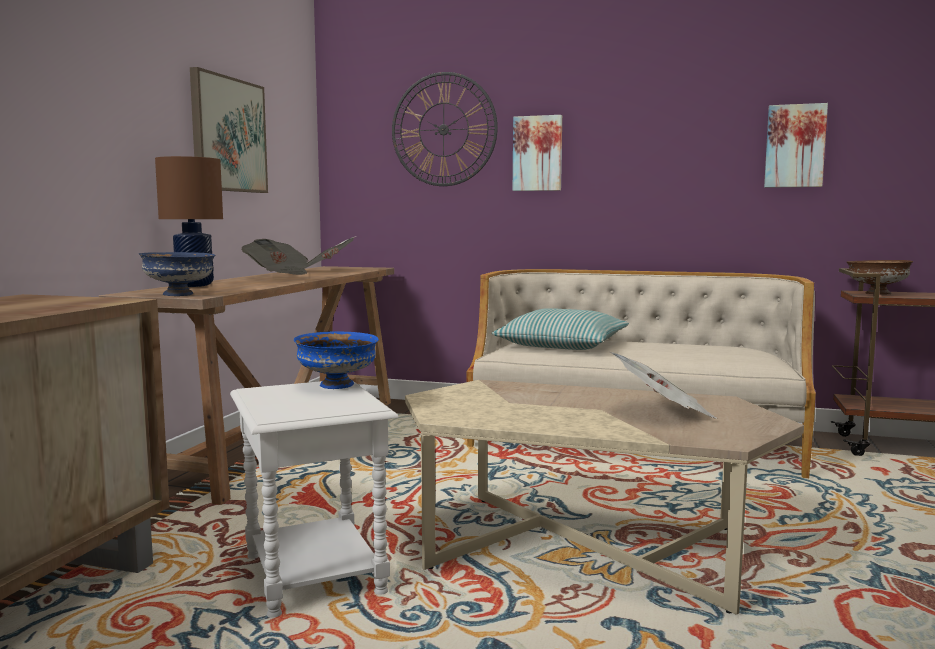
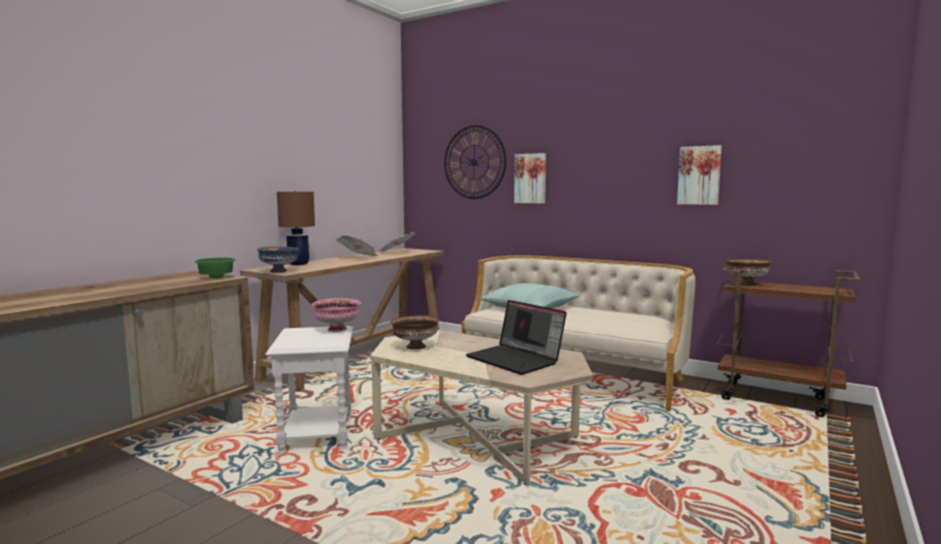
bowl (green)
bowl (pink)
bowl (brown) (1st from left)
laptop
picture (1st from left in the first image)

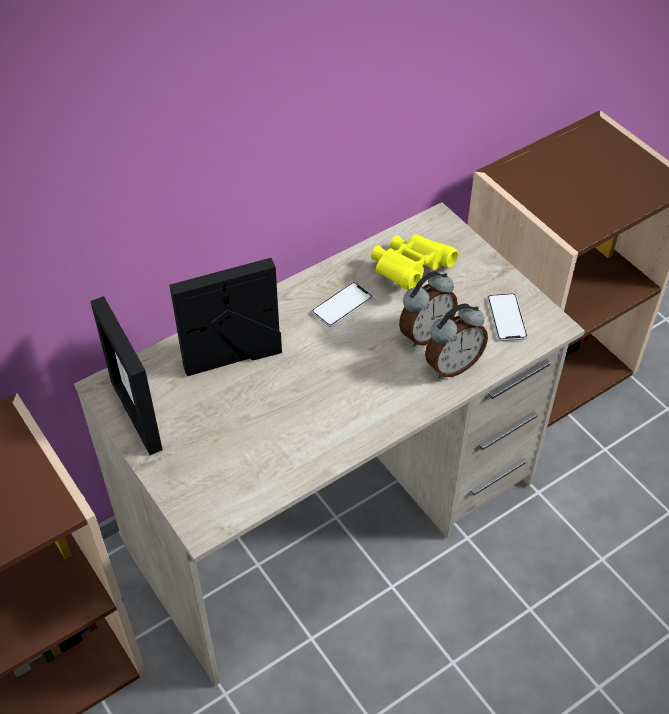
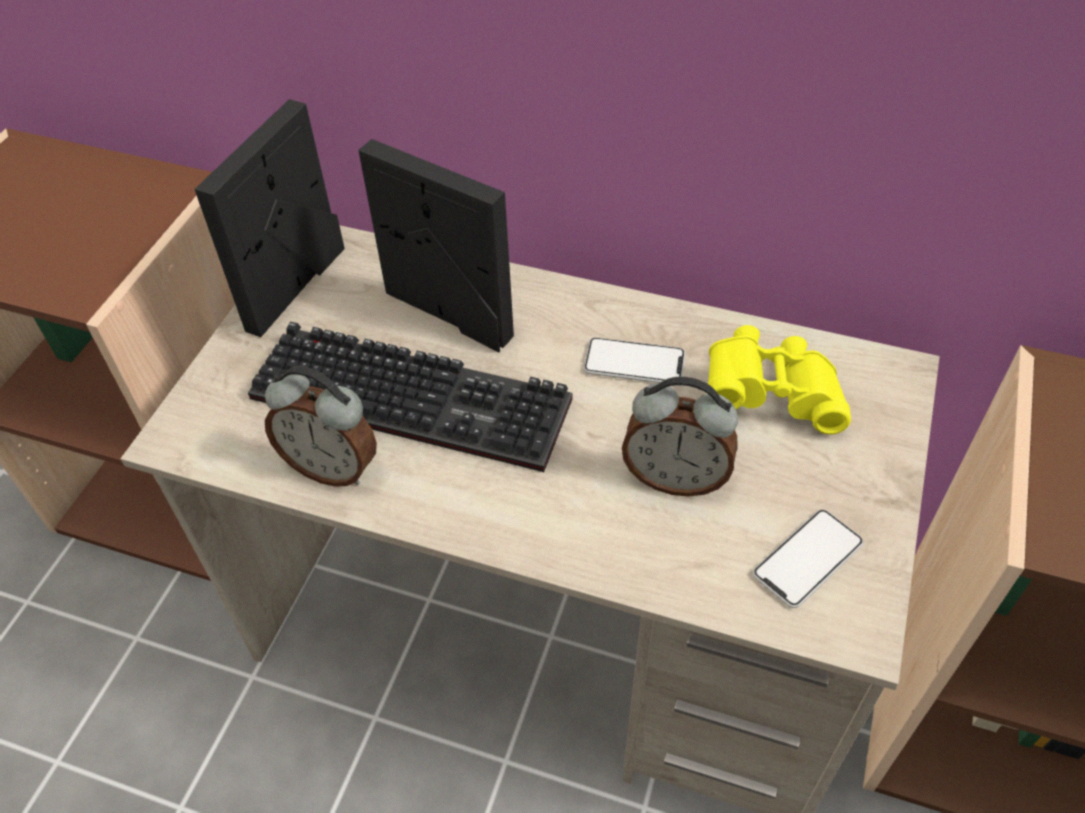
keyboard
alarm clock (1st from left)

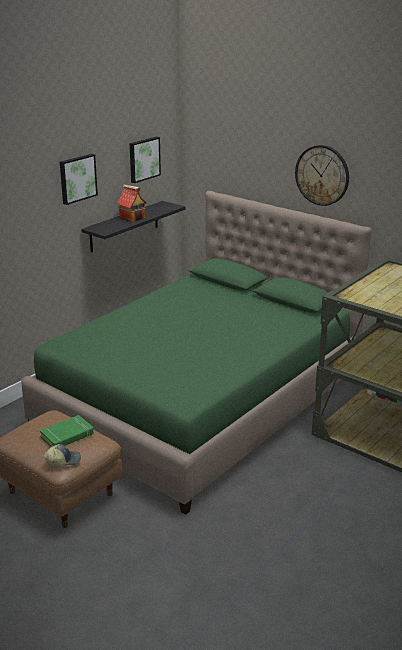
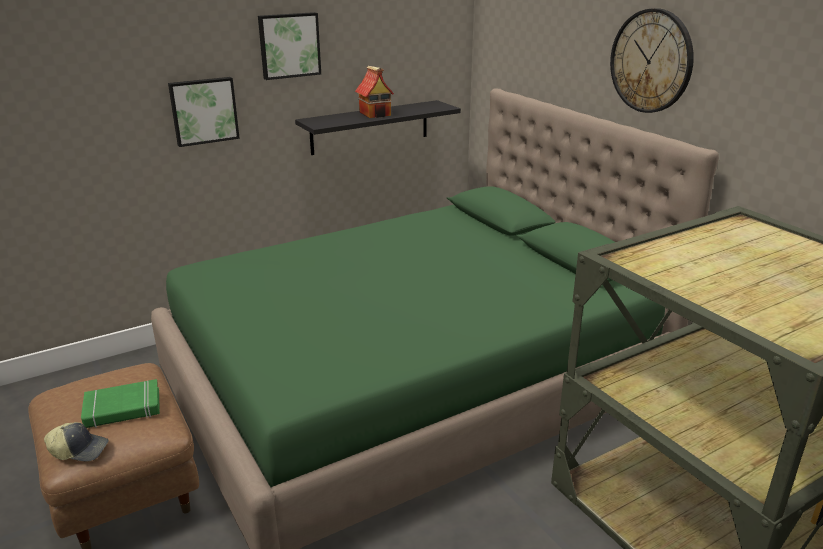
picture (1st from left)

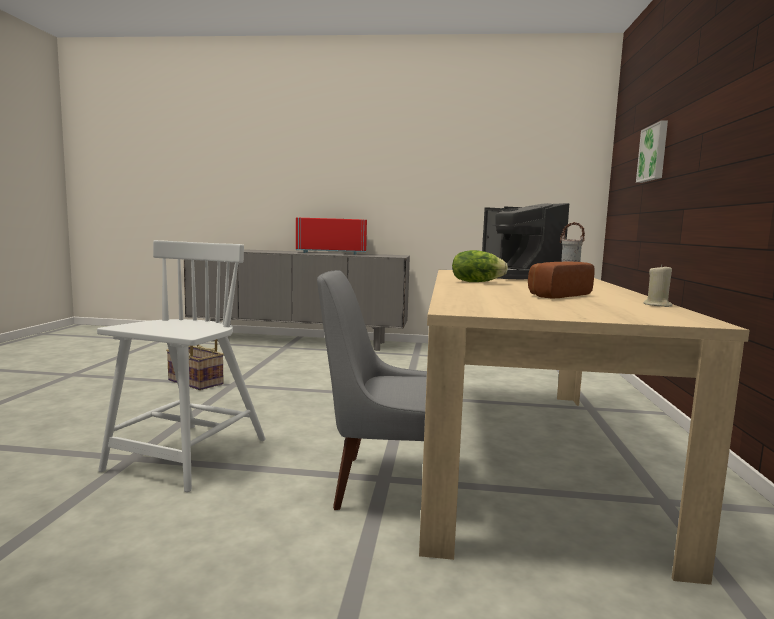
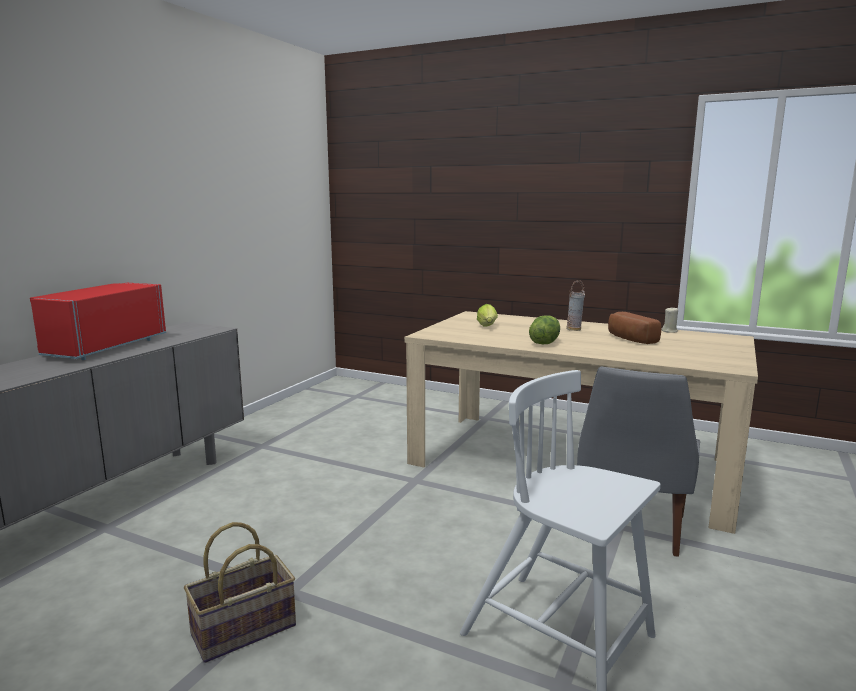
lettuce (1st from left)
picture

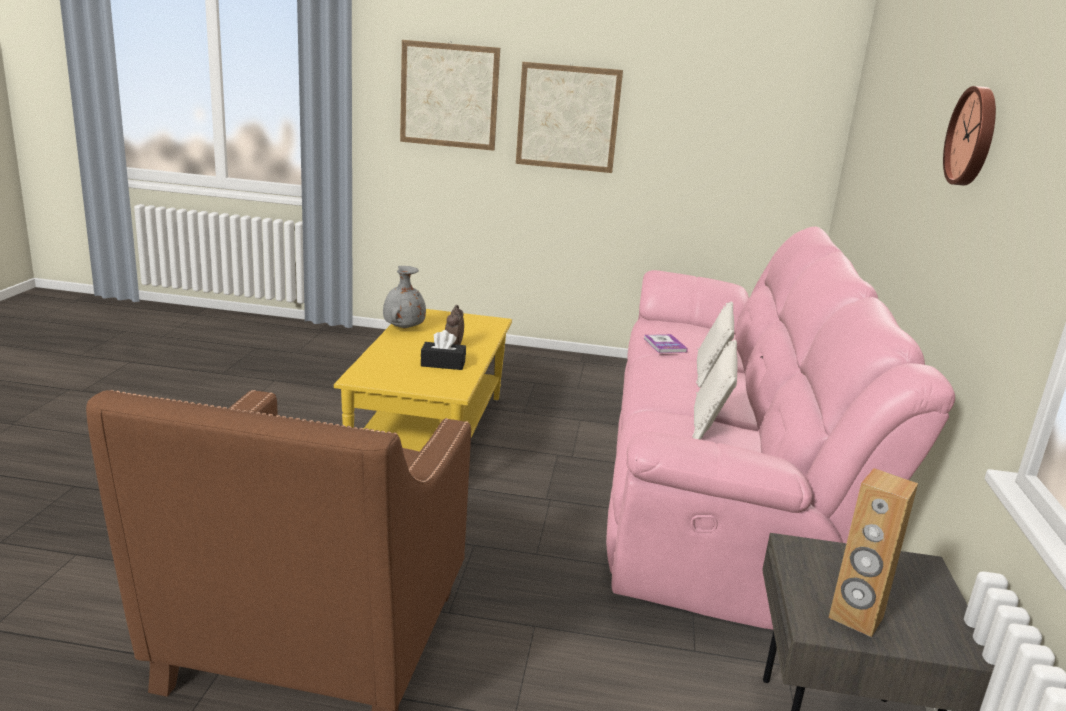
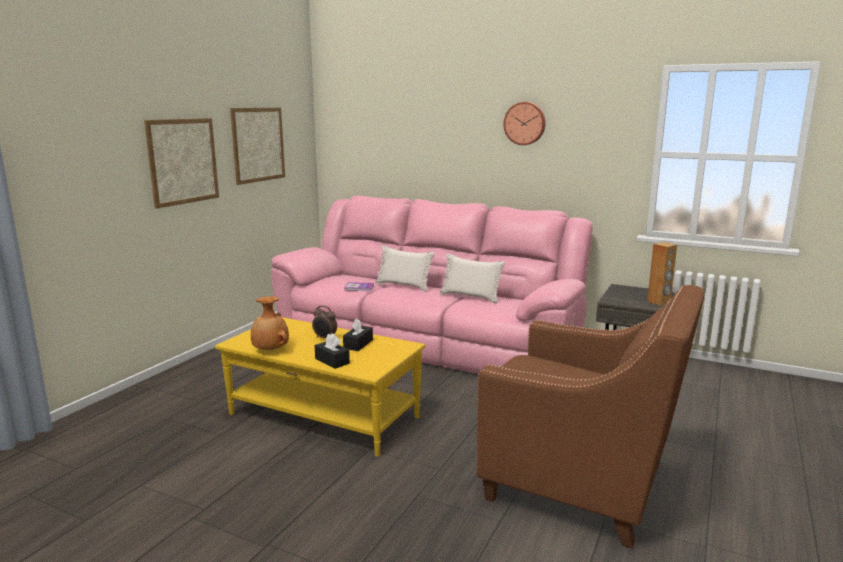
picture (2nd from left)
vase (brown)
tissue box (black) (1st from left)

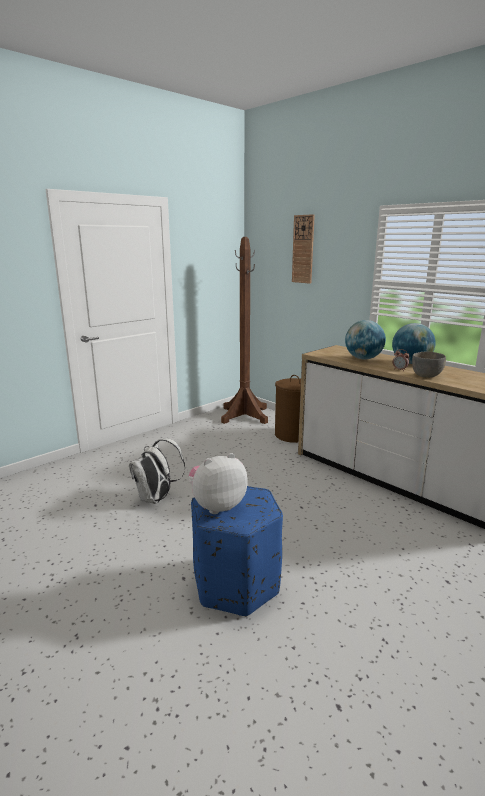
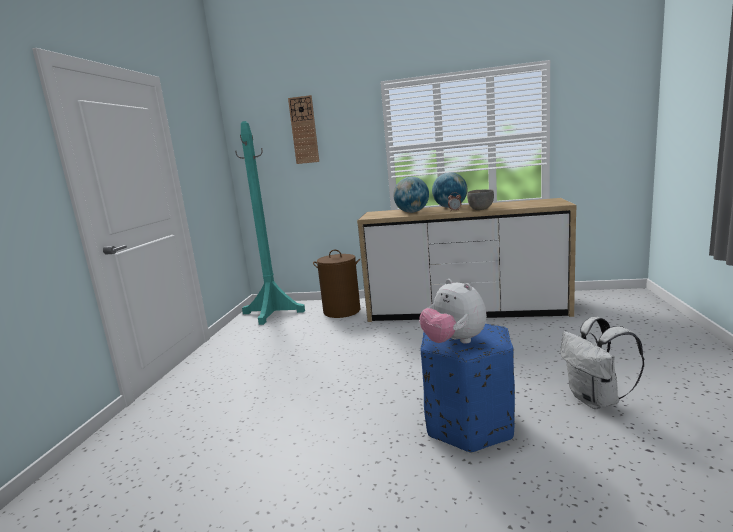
clothes rack (turquoise)
plush toy
backpack (white)

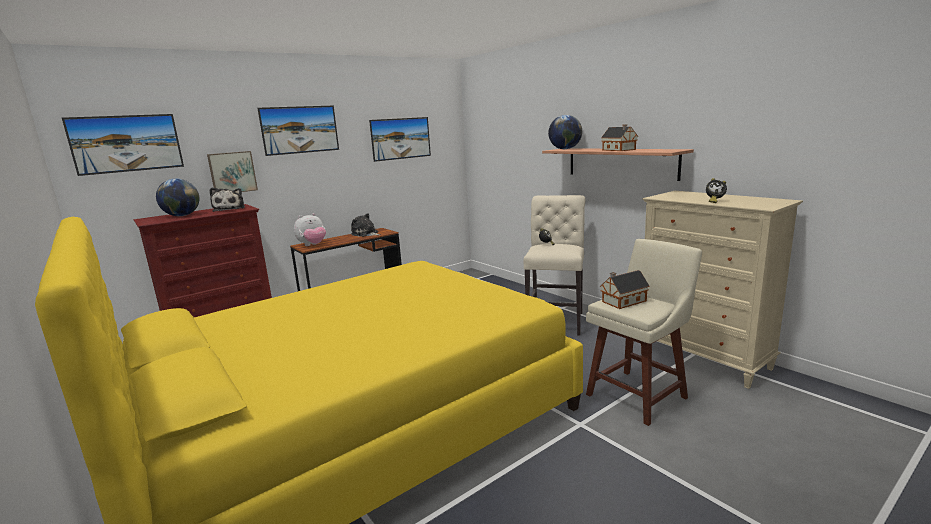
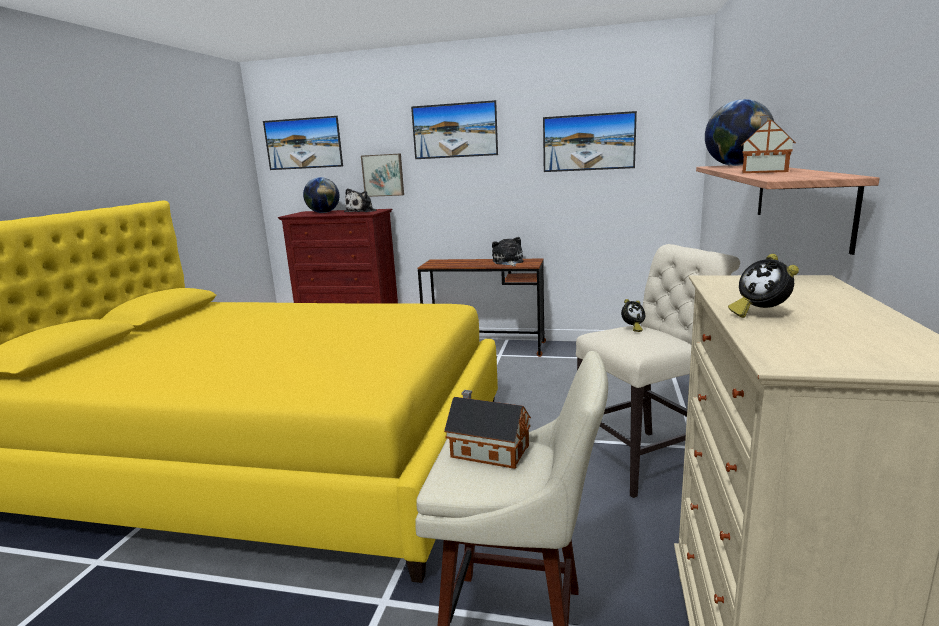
plush toy (2nd from left in the first image)

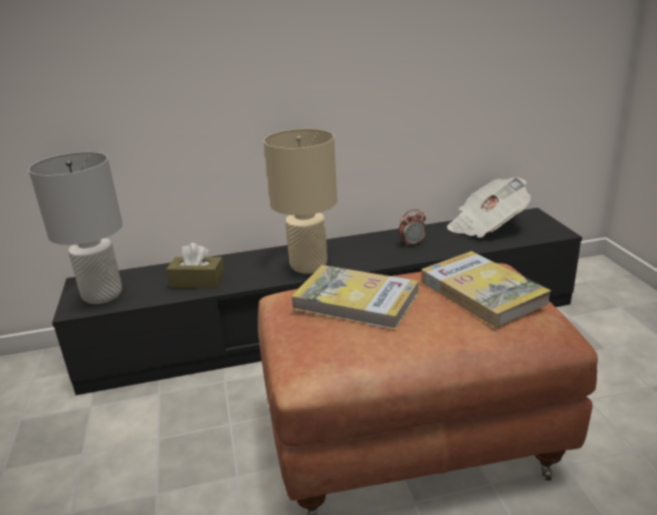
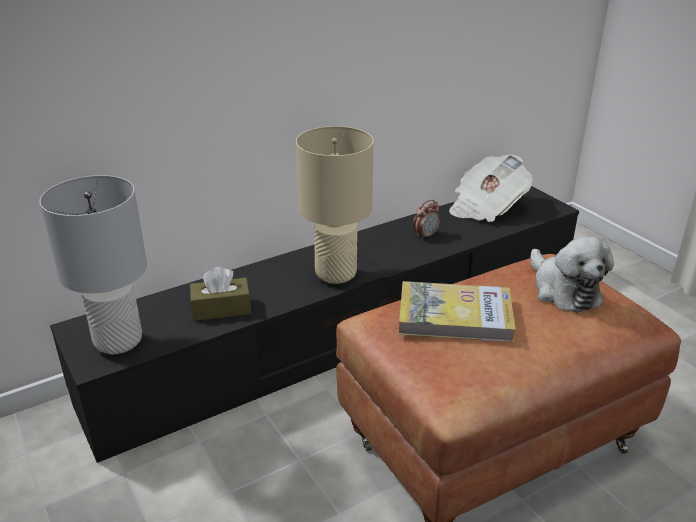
plush toy

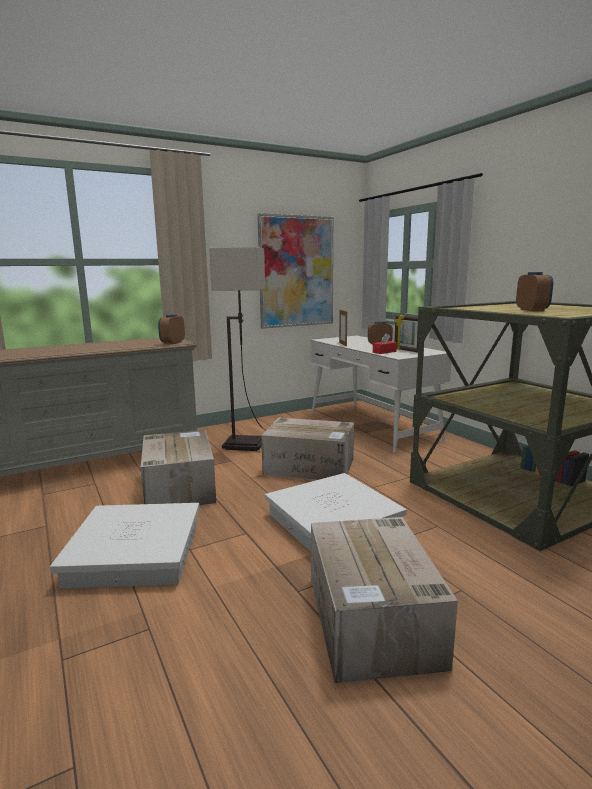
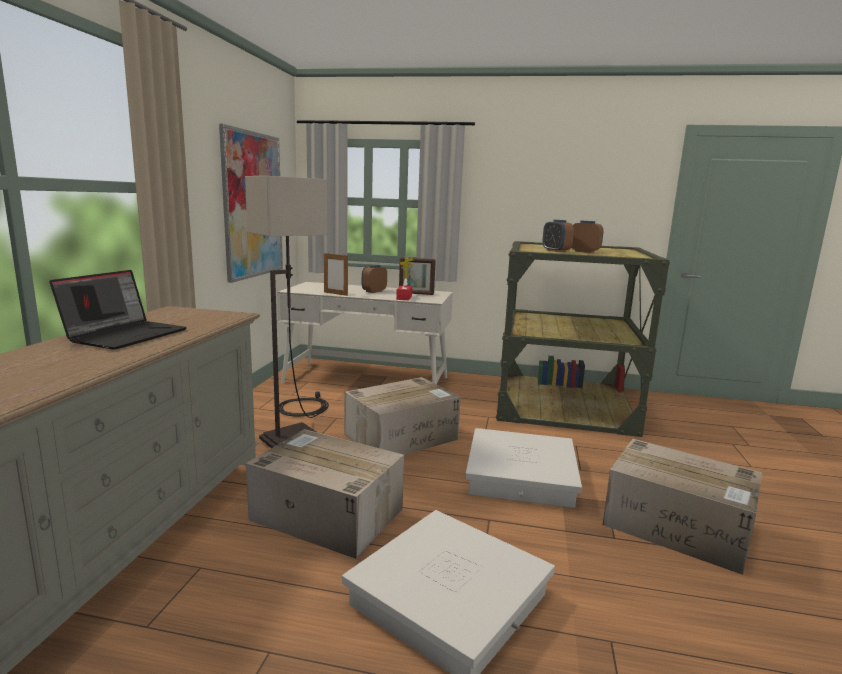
laptop
alarm clock (2nd from left)

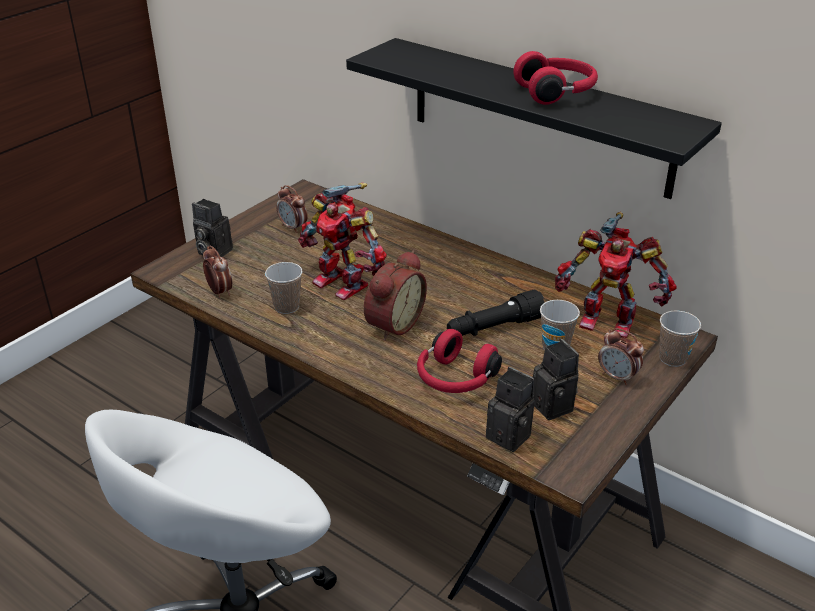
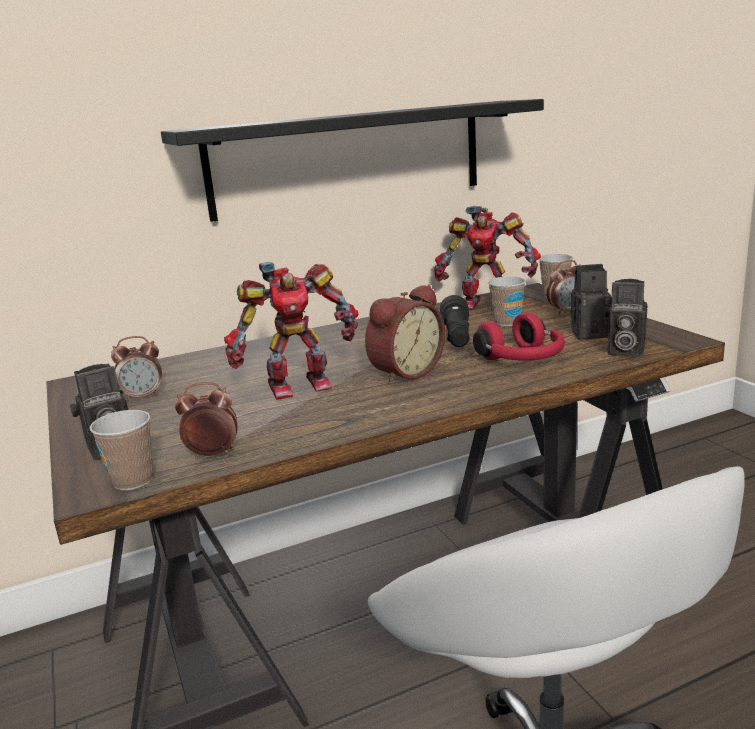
cup (1st from left)
alarm clock (3rd from left)
toy robot (2nd from left)
photo camera (3rd from left)
headphones (red) (2nd from left in the first image)

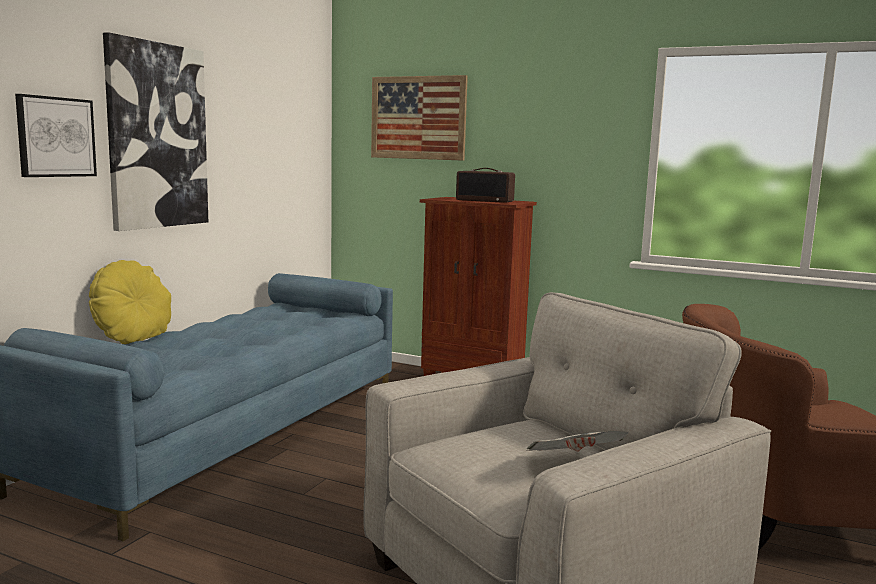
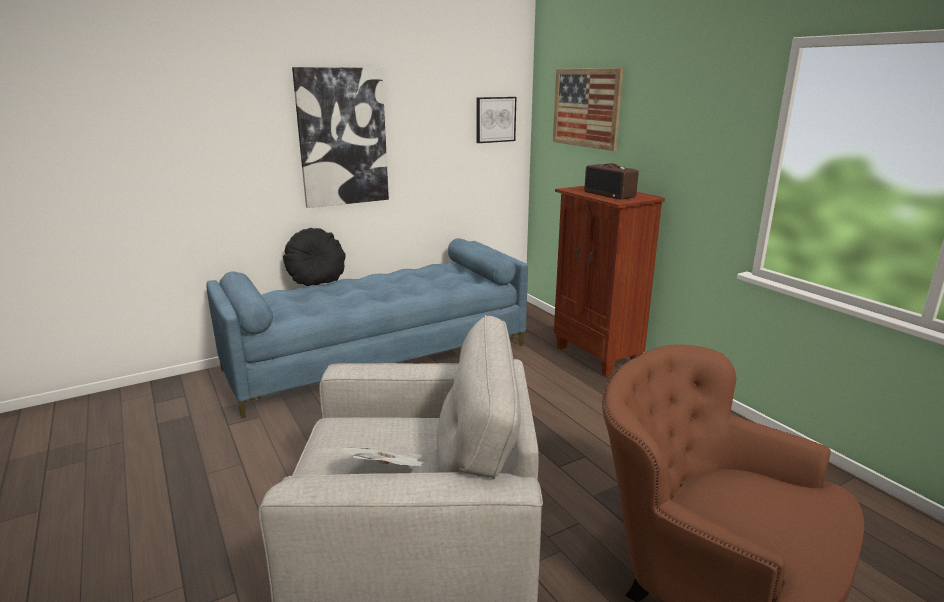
pillow (black)
picture (2nd from left)

